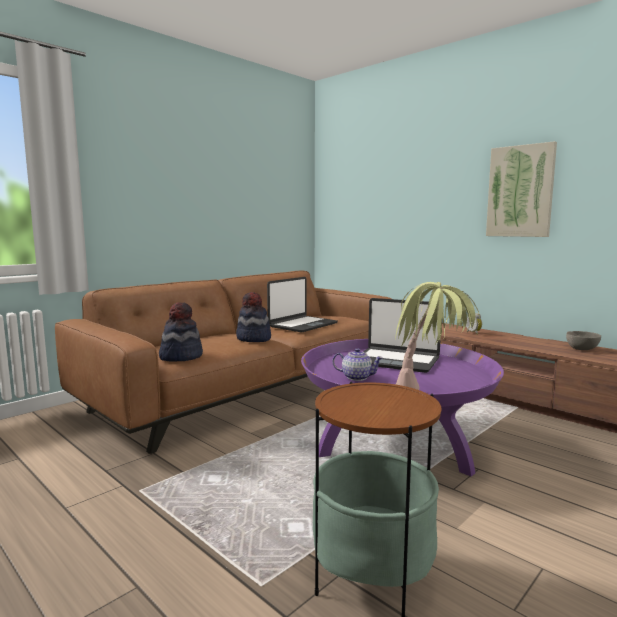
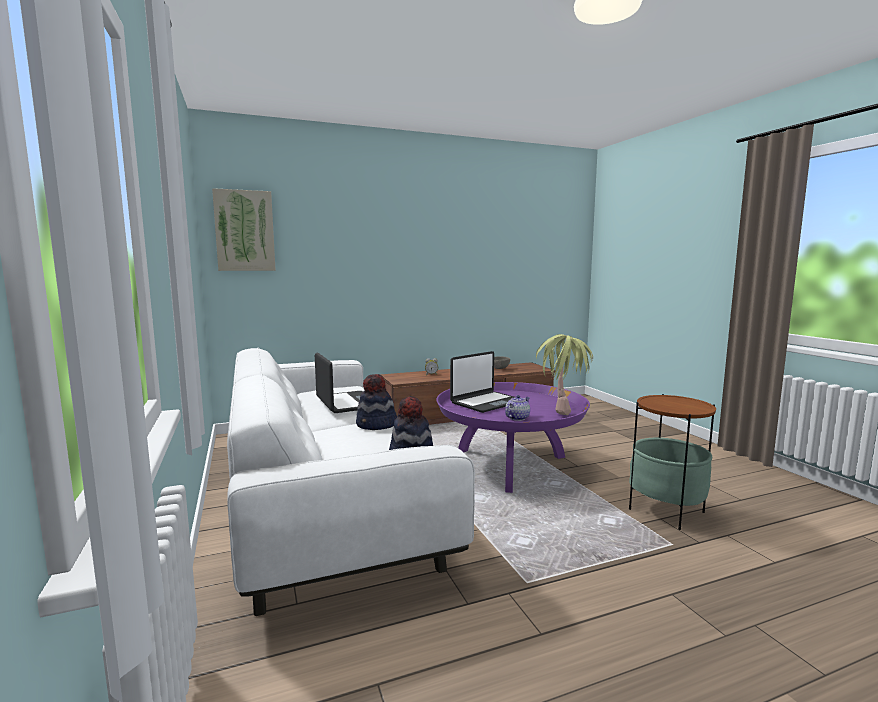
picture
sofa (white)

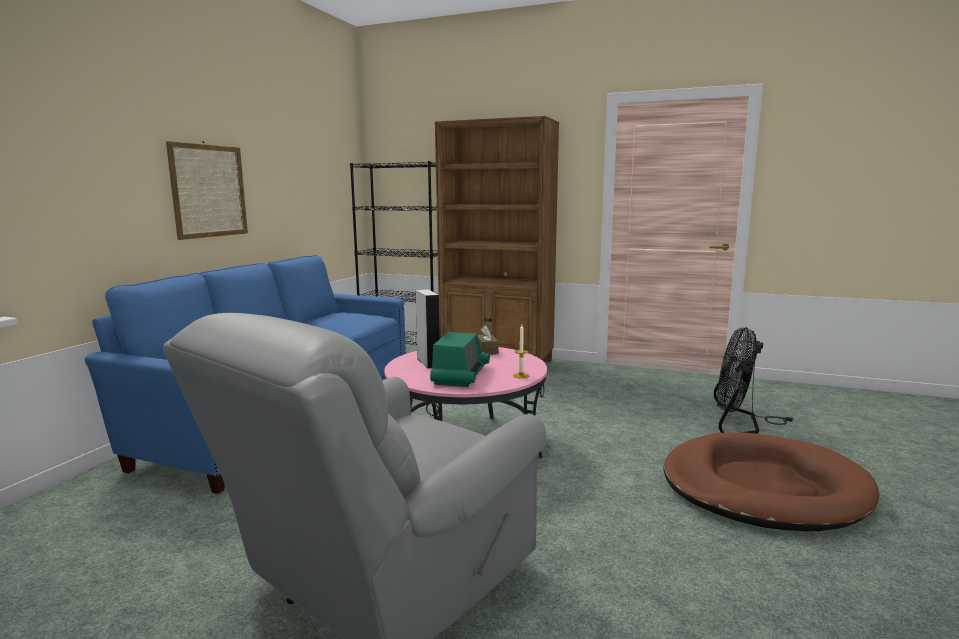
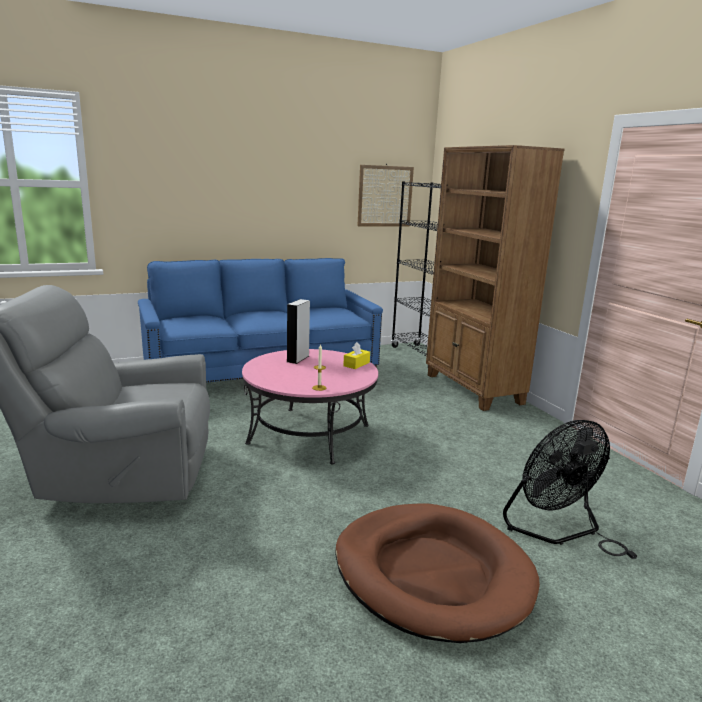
tissue box (yellow)
picture
radio

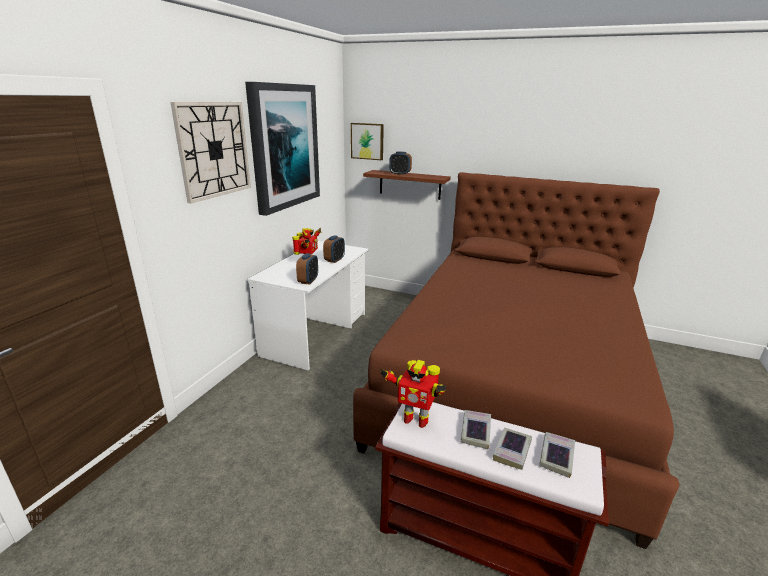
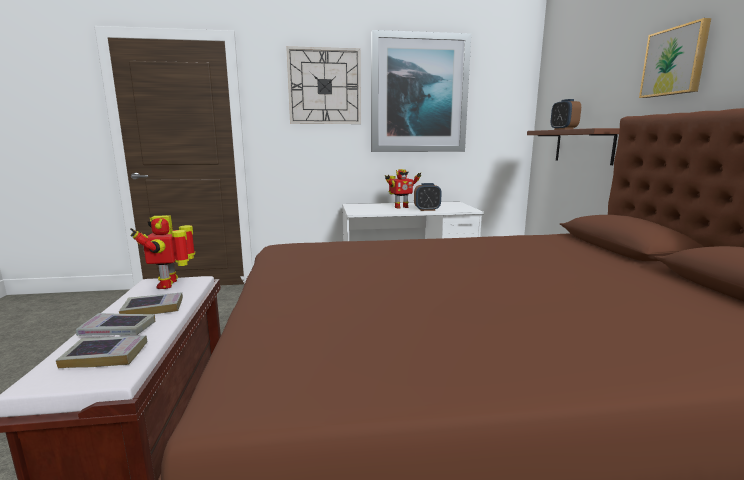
picture (2nd from left)
alarm clock (1st from left in the first image)

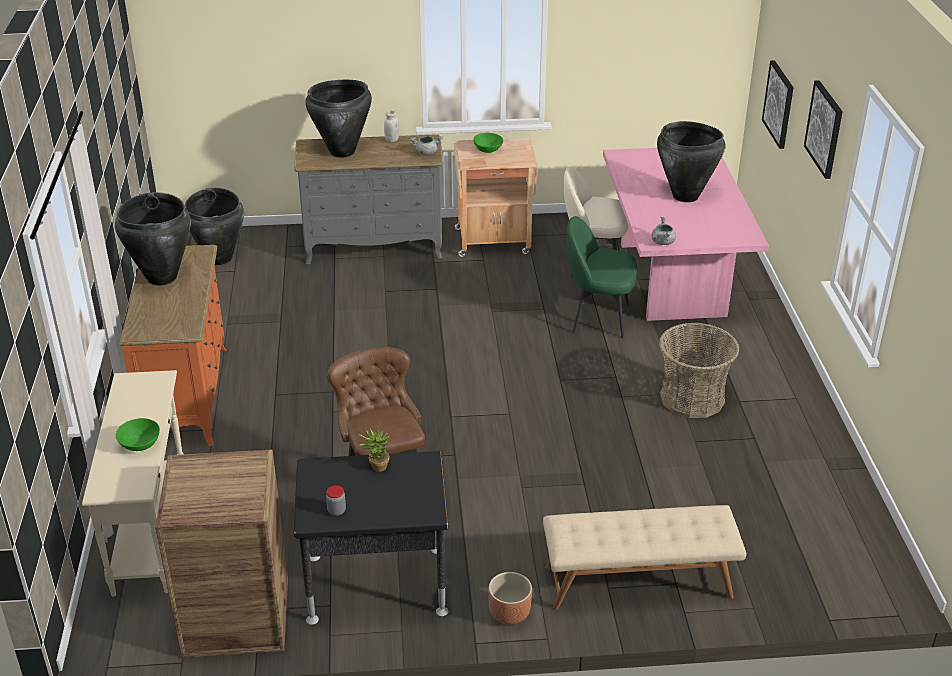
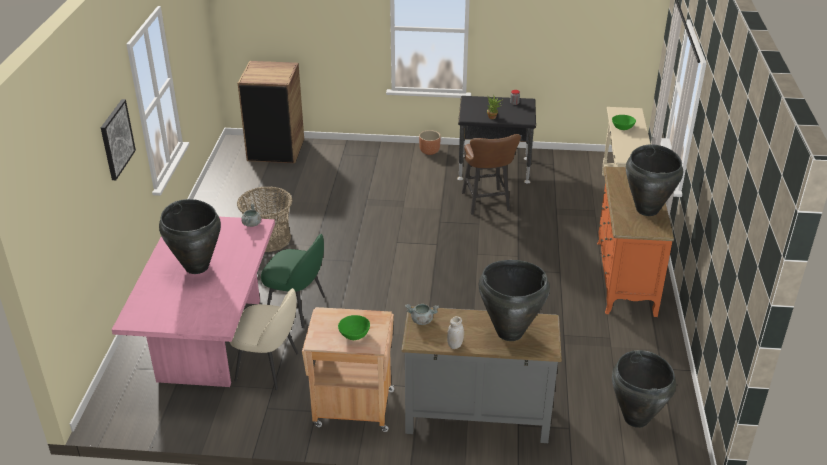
cabinet (brown)
bench (beige)
picture (1st from left in the first image)

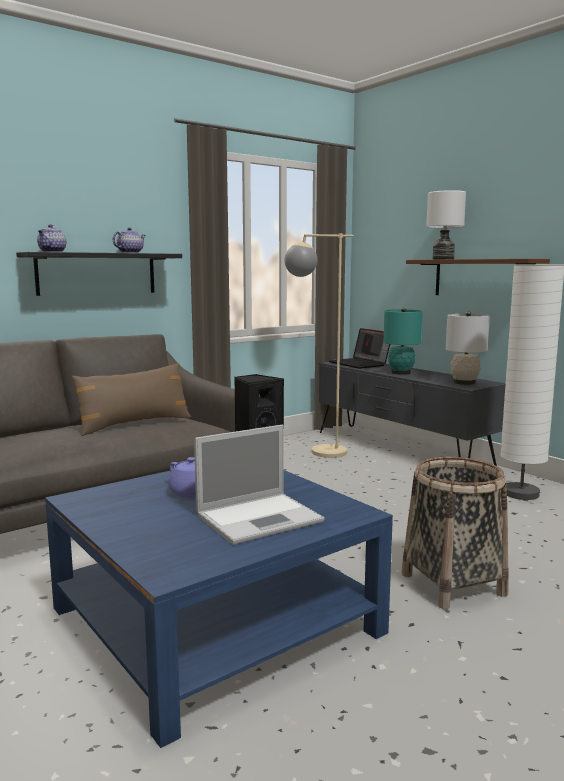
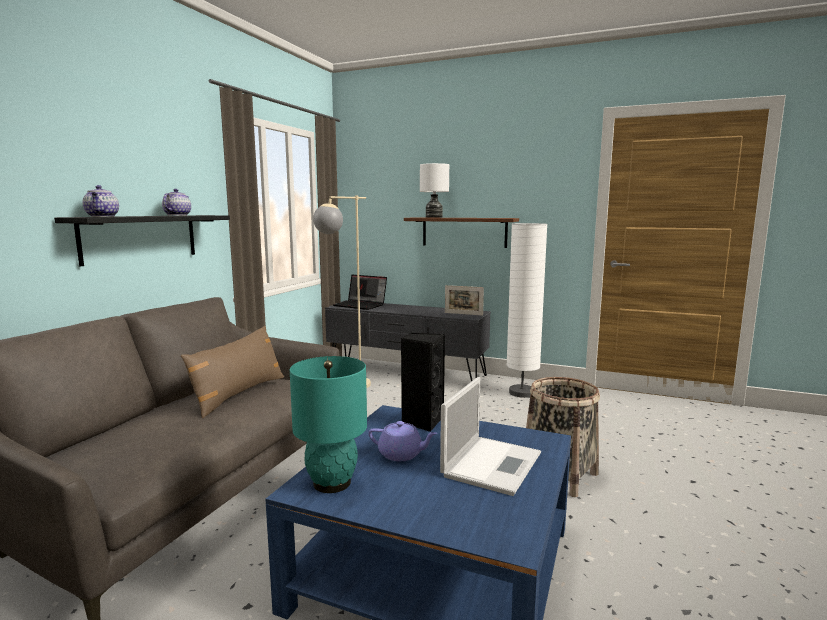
table lamp (turquoise)
picture frame

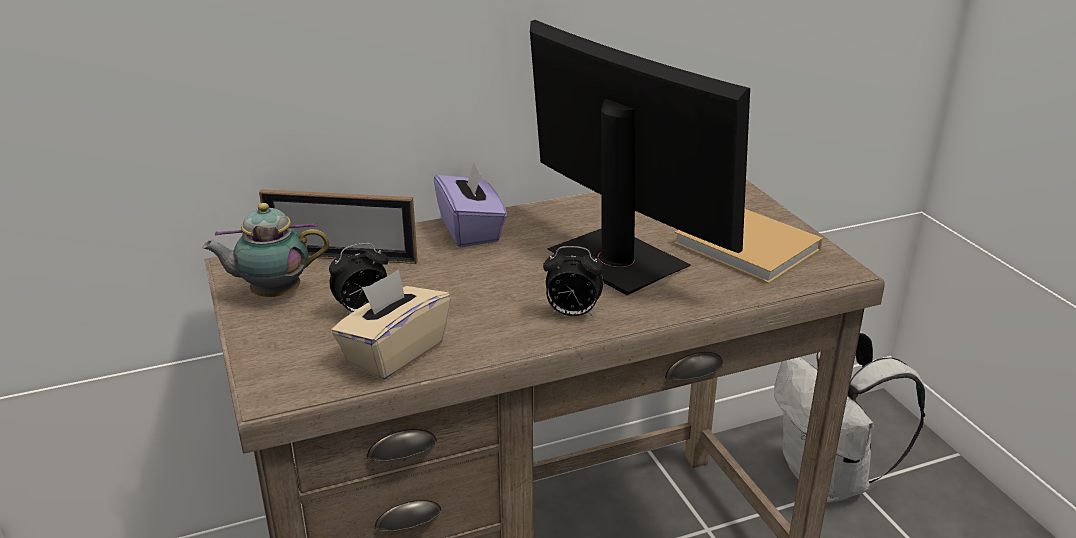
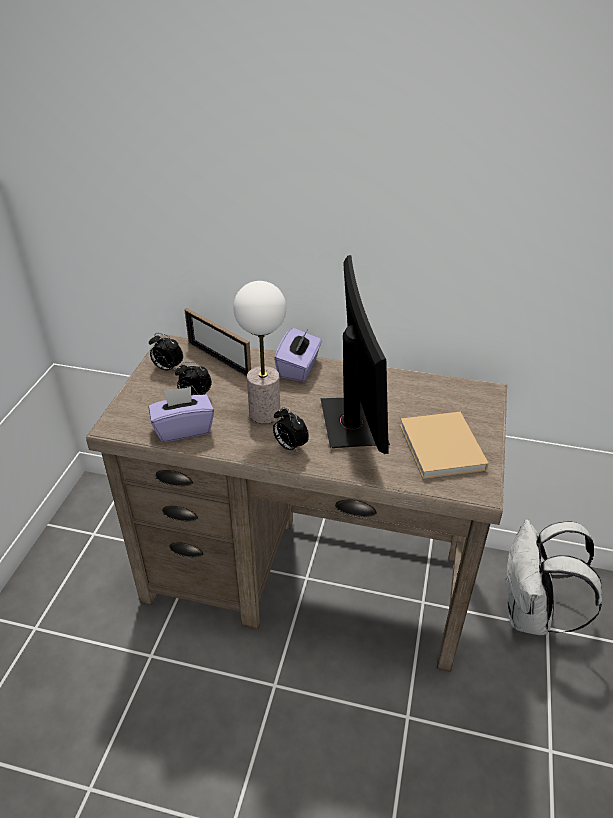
alarm clock (1st from left)
tissue box (purple) (1st from left)
table lamp

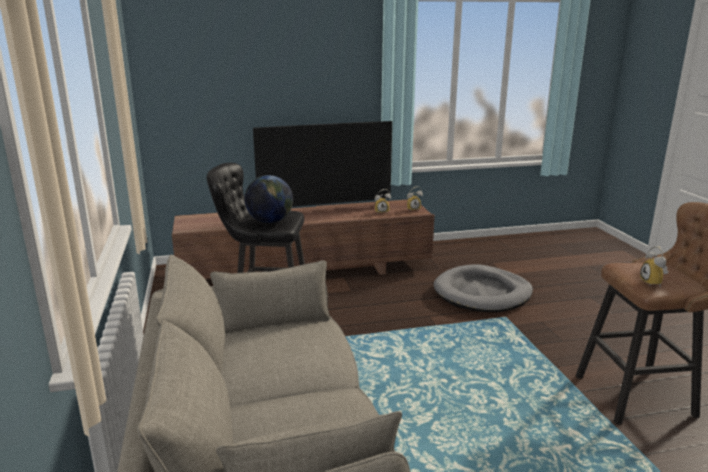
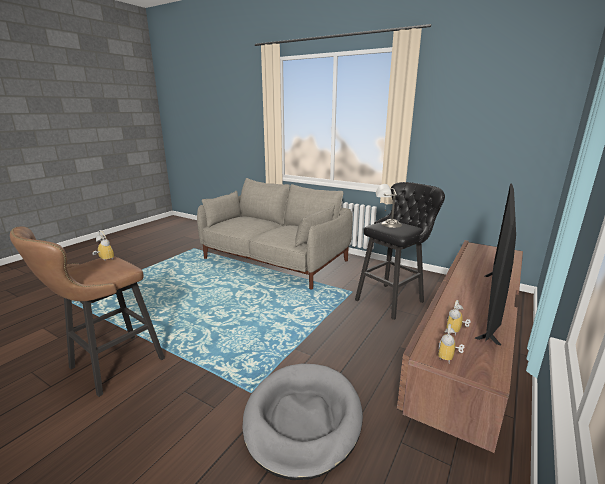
table lamp (white)

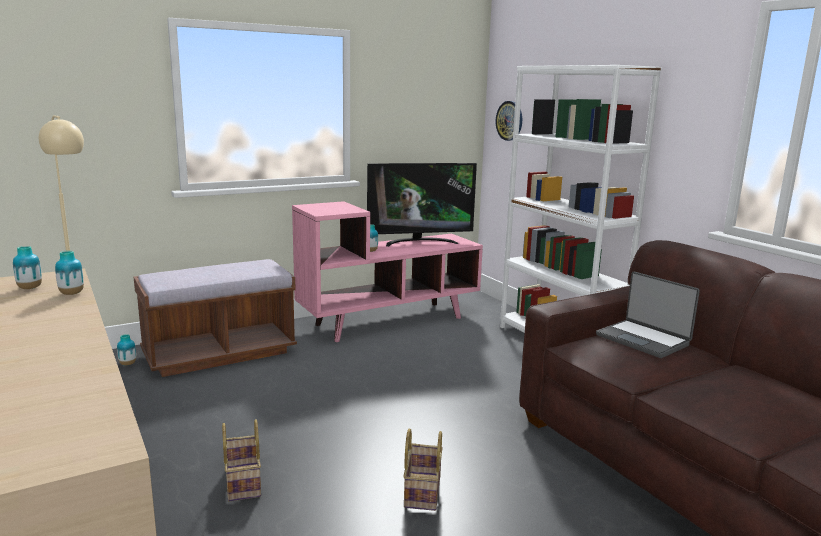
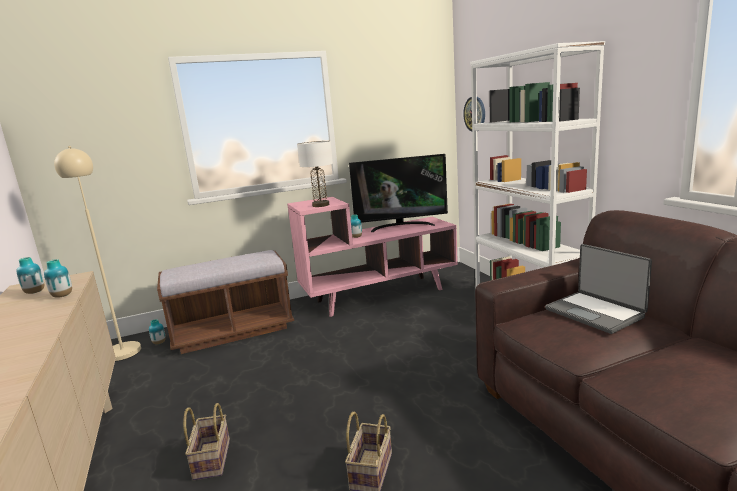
table lamp

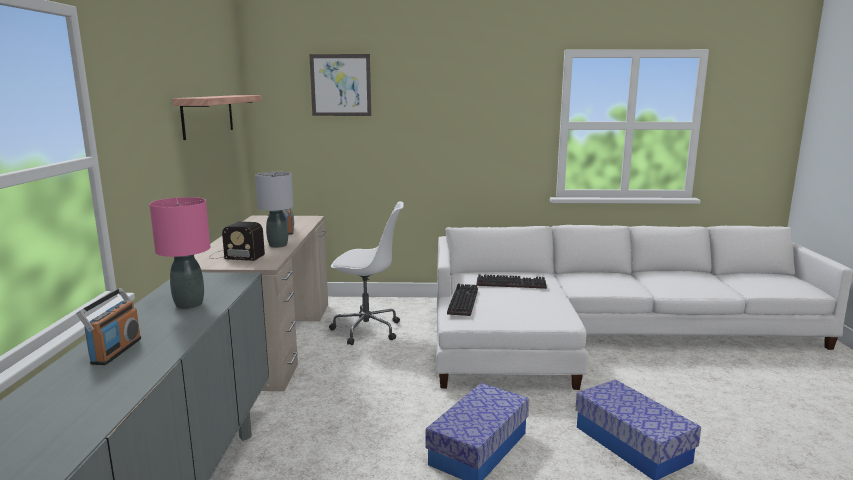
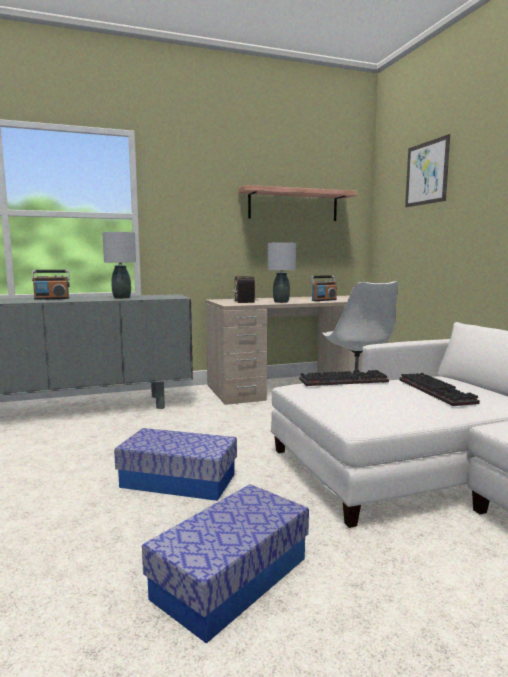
table lamp (grey) (1st from left)

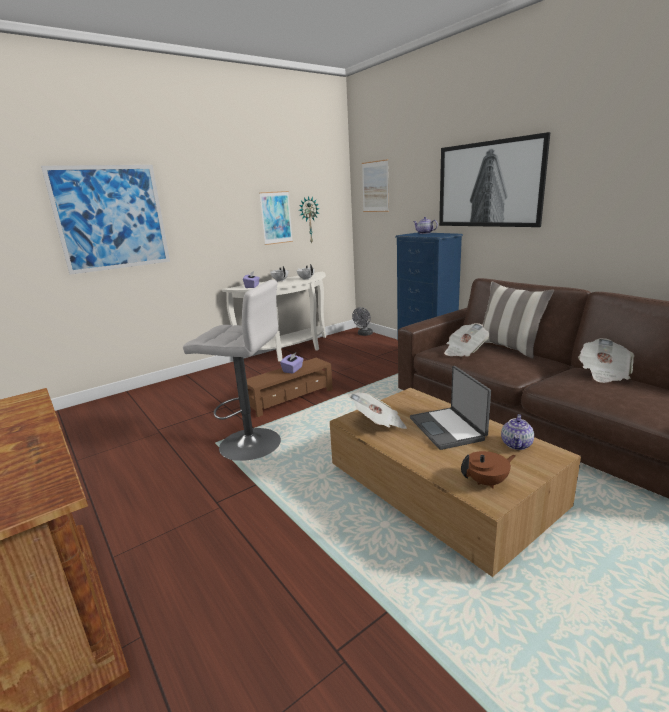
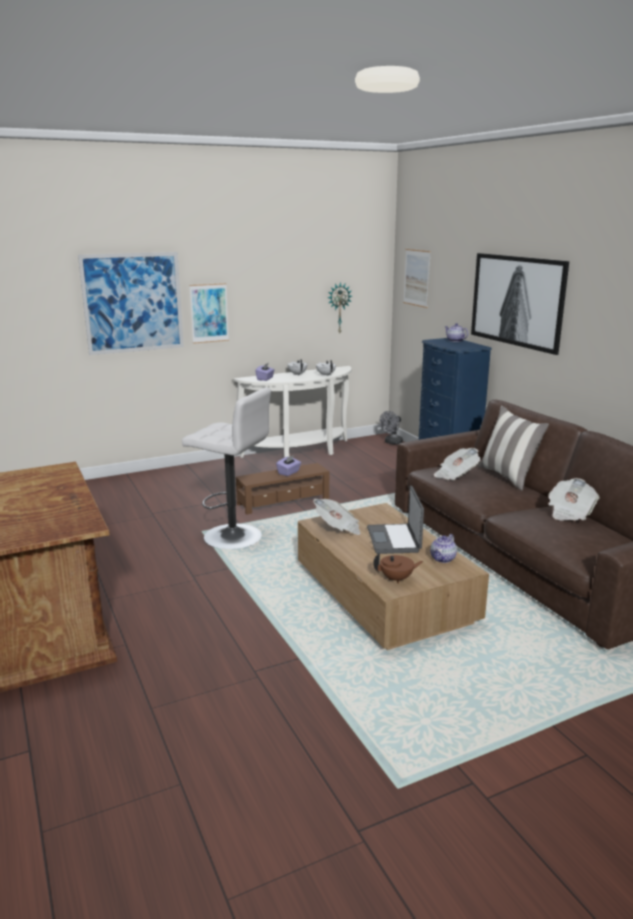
picture (2nd from left)

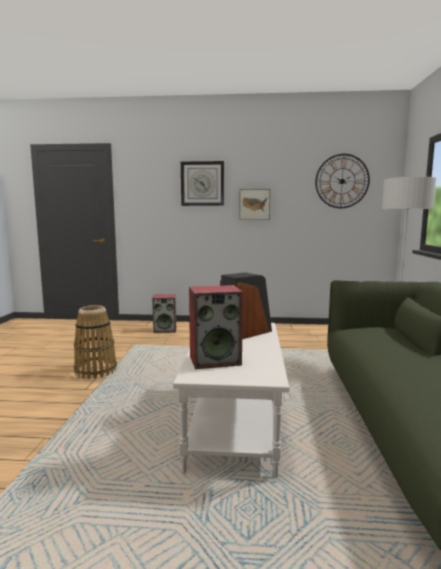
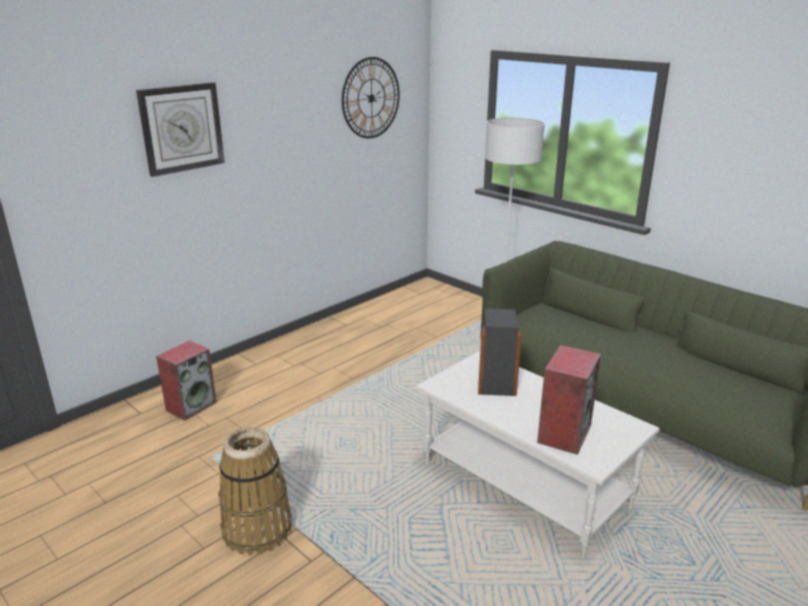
picture

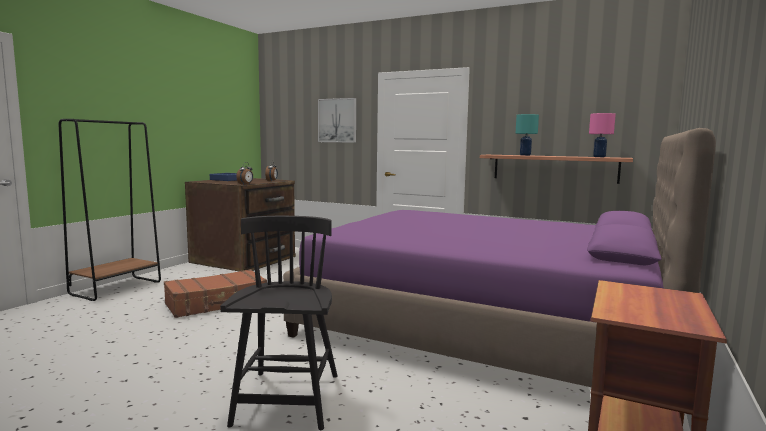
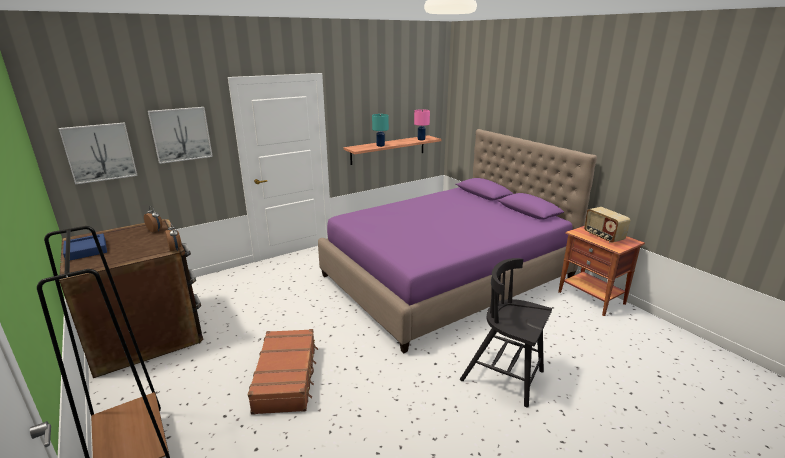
picture (1st from left)
radio

